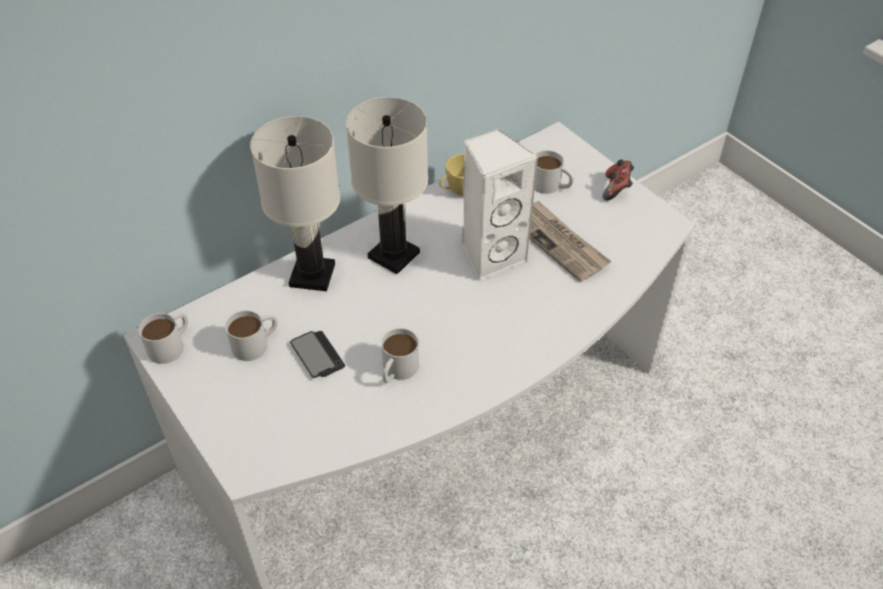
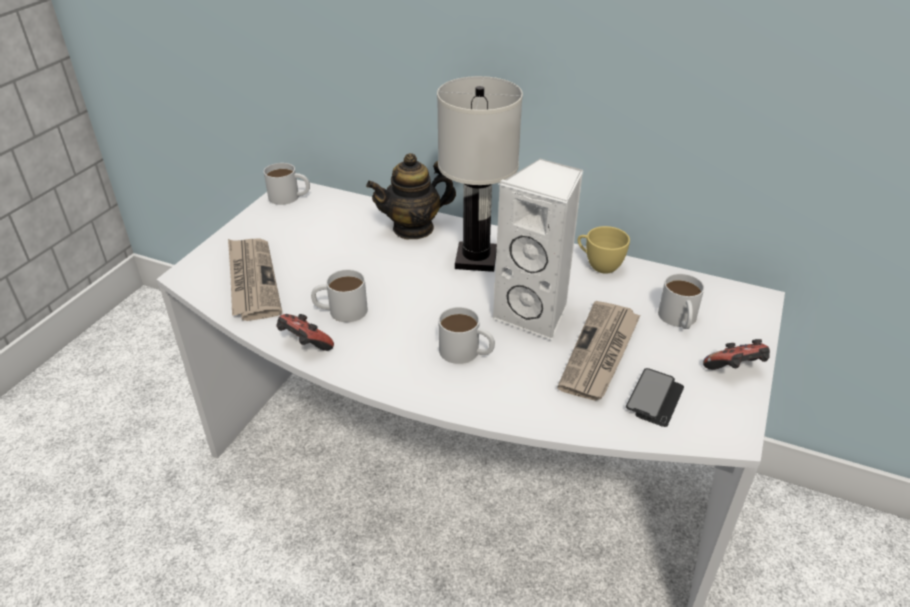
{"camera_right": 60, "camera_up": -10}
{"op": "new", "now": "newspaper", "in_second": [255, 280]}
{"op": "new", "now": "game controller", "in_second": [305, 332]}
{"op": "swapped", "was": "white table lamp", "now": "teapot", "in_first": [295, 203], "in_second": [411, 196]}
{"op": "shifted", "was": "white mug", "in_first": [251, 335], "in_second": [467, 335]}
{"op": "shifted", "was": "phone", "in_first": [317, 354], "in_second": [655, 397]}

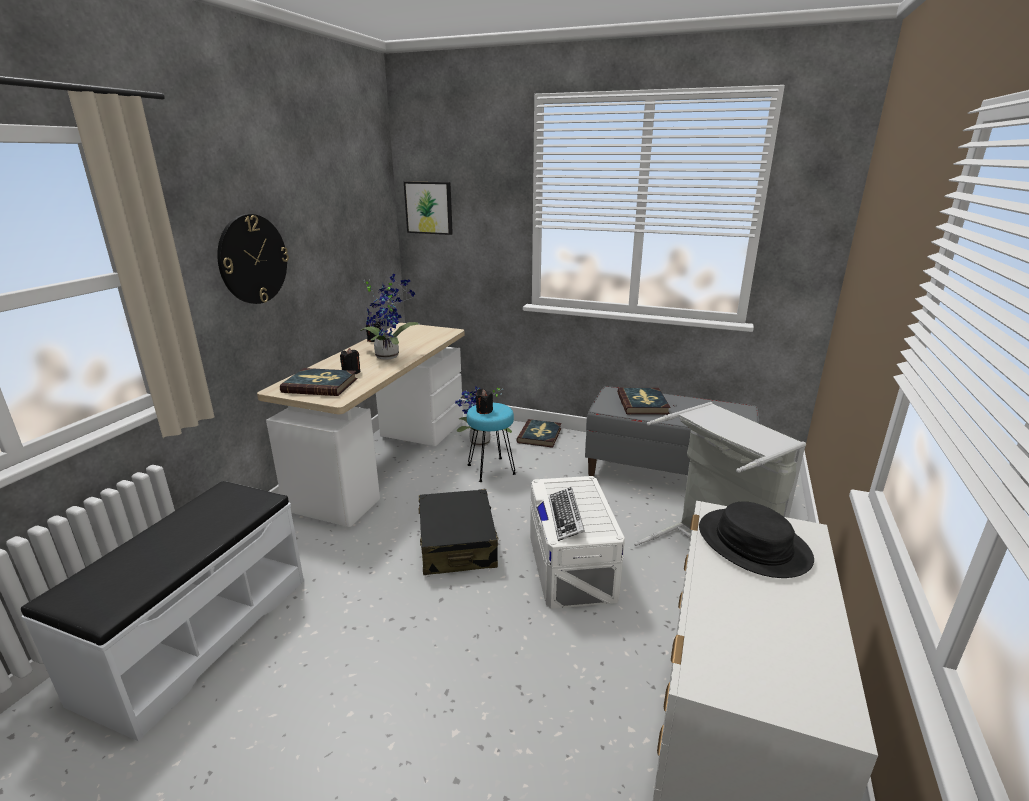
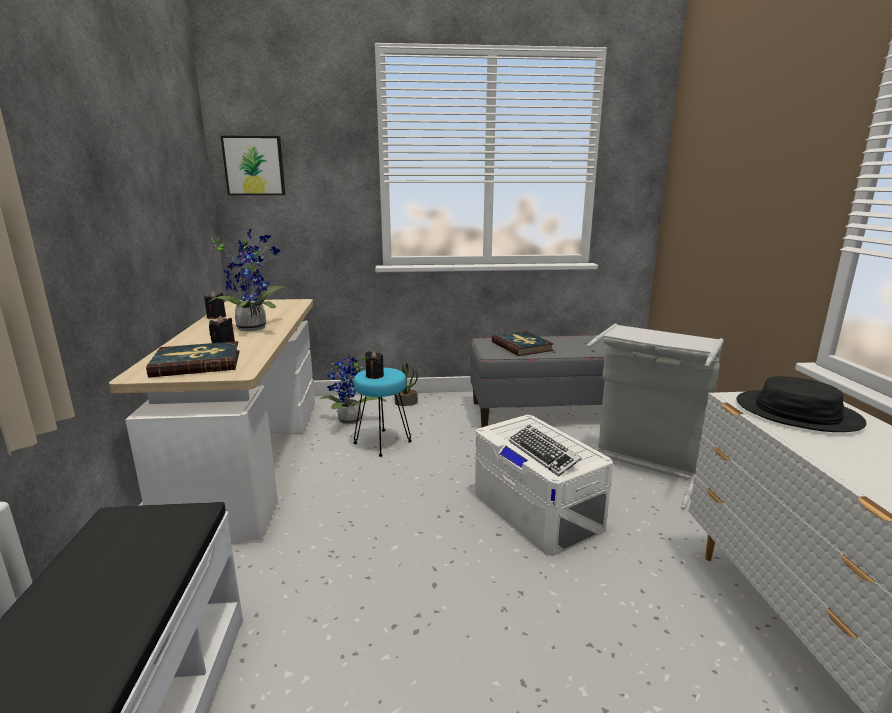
{"camera_right": -25, "camera_up": -5}
{"op": "swapped", "was": "book", "now": "potted plant", "in_first": [539, 433], "in_second": [406, 384]}
{"op": "gone", "was": "wall clock", "in_first": [253, 259]}
{"op": "gone", "was": "black suitcase", "in_first": [459, 532]}

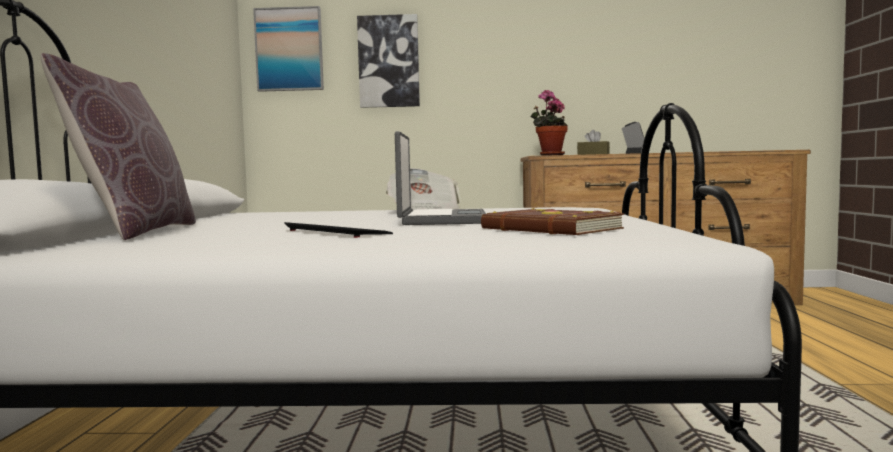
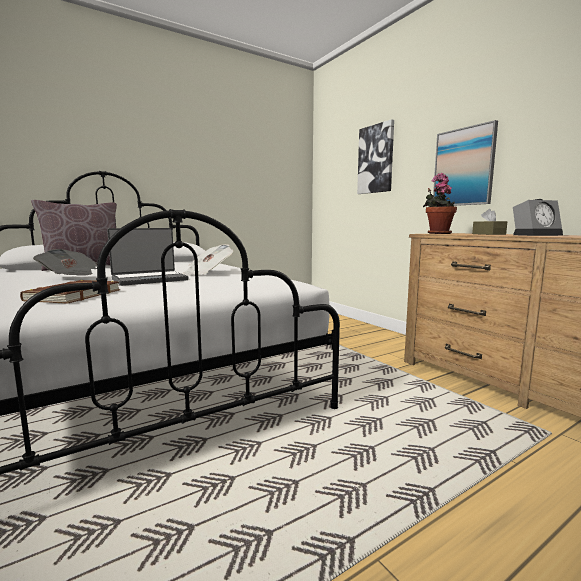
{"camera_right": 55, "camera_up": 5}
{"op": "swapped", "was": "keyboard", "now": "newspaper", "in_first": [338, 230], "in_second": [65, 262]}
{"op": "shifted", "was": "picture", "in_first": [288, 49], "in_second": [465, 163]}

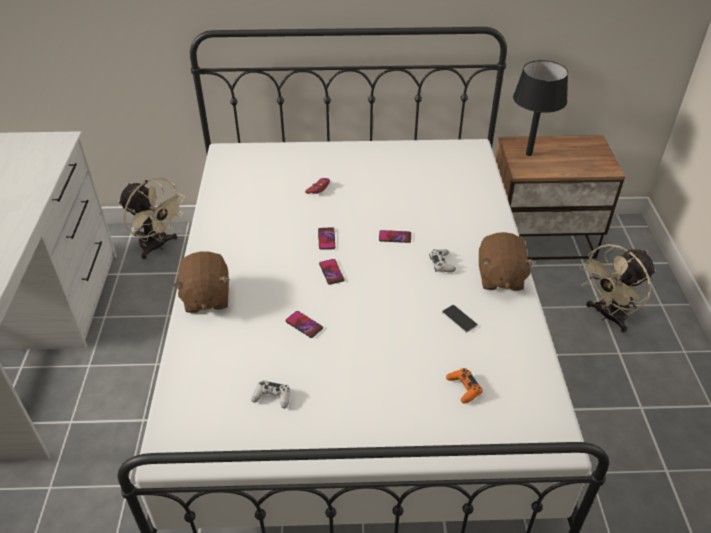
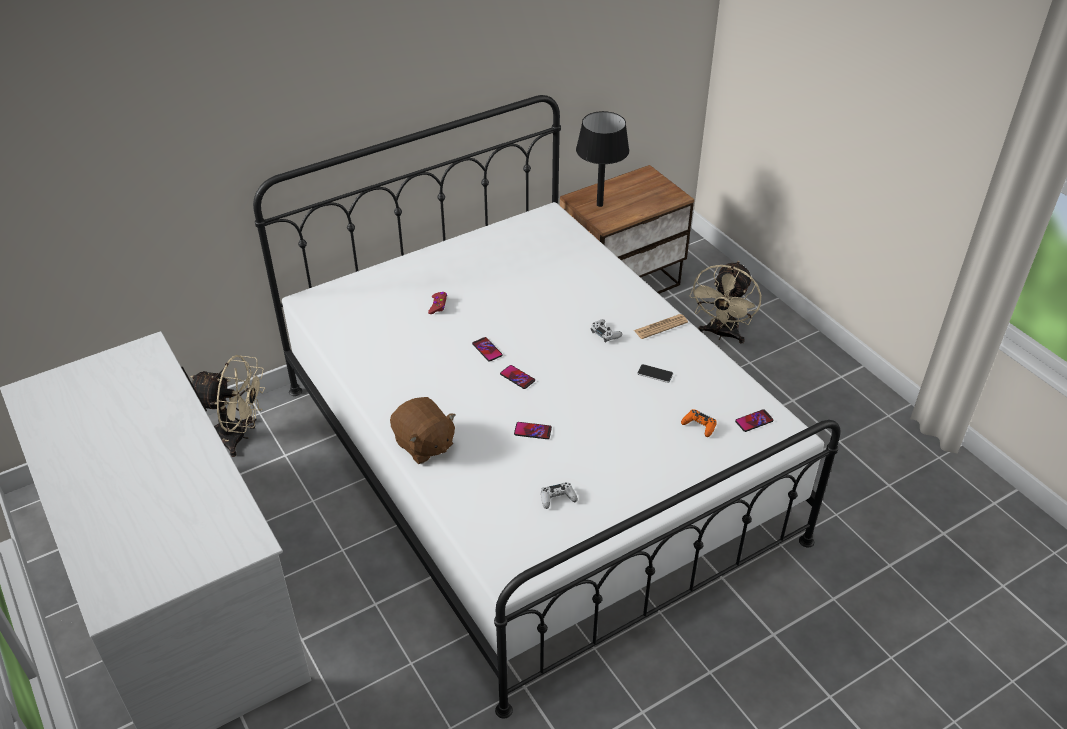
{"camera_right": -30, "camera_up": 0}
{"op": "swapped", "was": "brown plush toy", "now": "newspaper", "in_first": [507, 261], "in_second": [661, 326]}
{"op": "shifted", "was": "phone", "in_first": [395, 236], "in_second": [754, 420]}

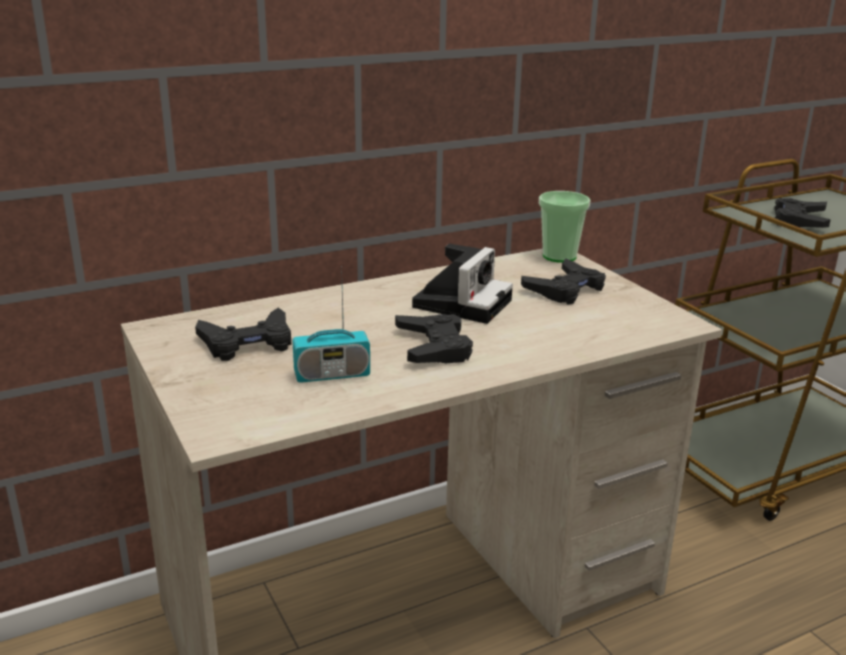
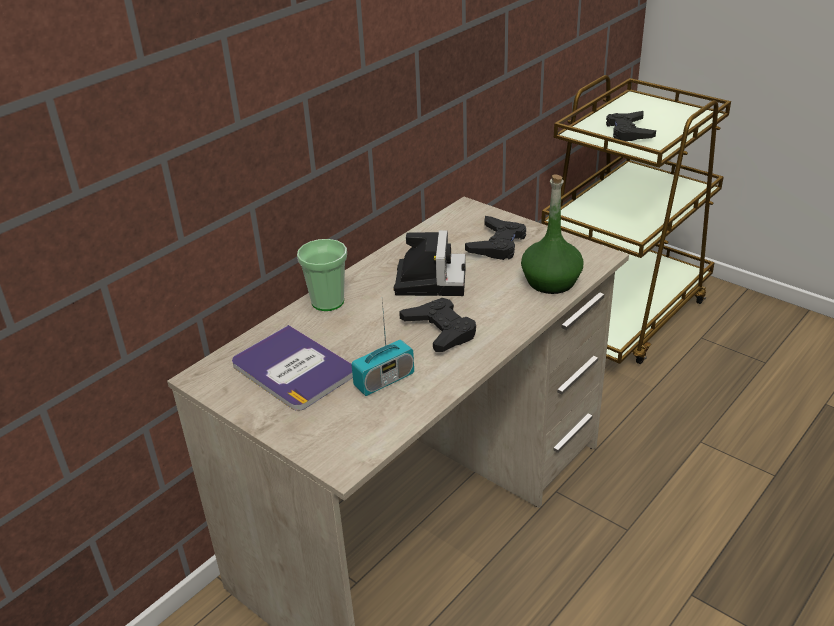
{"camera_right": -20, "camera_up": 10}
{"op": "swapped", "was": "black game controller", "now": "book", "in_first": [243, 334], "in_second": [292, 368]}
{"op": "shifted", "was": "cup", "in_first": [565, 227], "in_second": [322, 275]}
{"op": "new", "now": "green bottle", "in_second": [552, 234]}

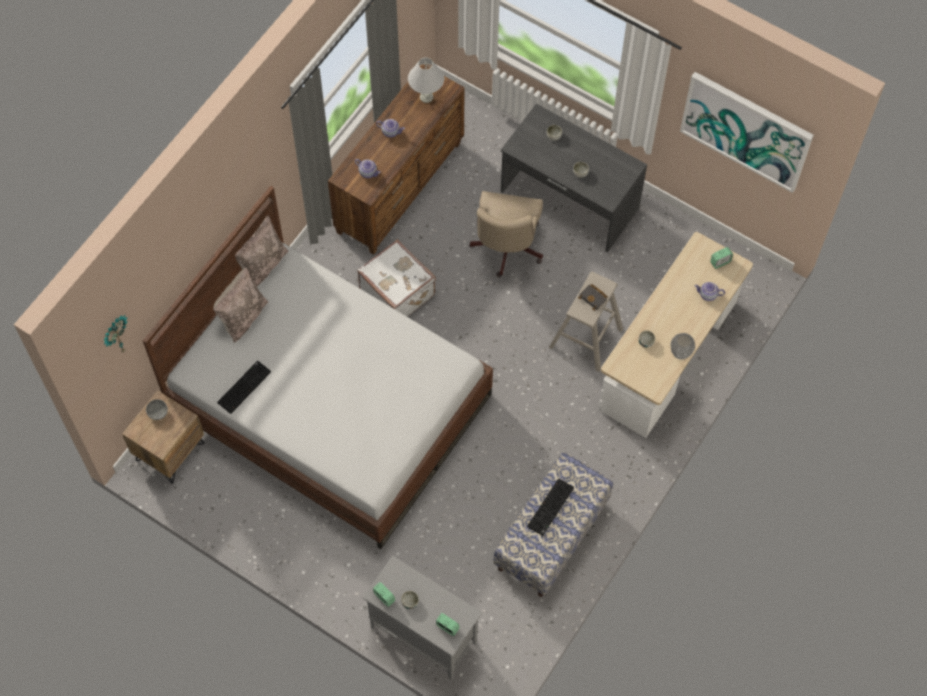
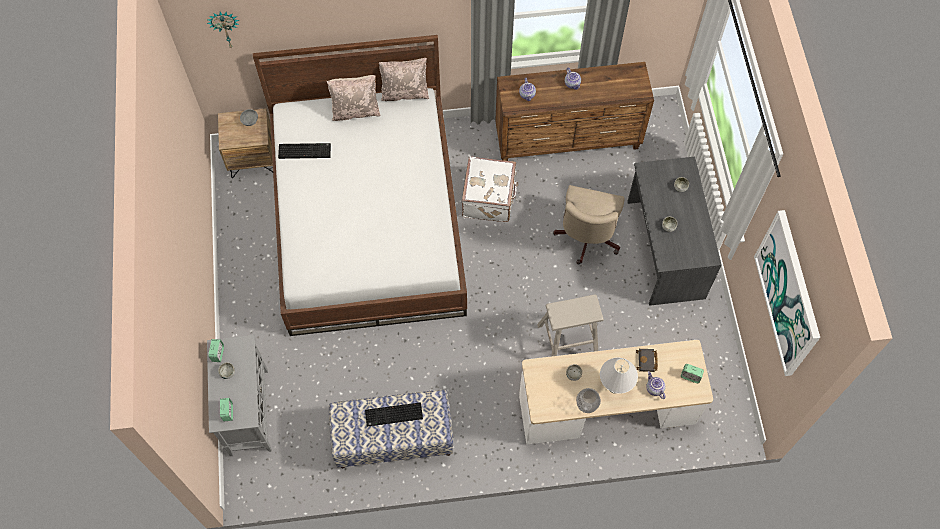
{"camera_right": 50, "camera_up": 0}
{"op": "rotated", "was": "beige office chair", "in_first": [506, 234], "in_second": [588, 224], "clockwise": -45}
{"op": "shifted", "was": "white table lamp", "in_first": [426, 80], "in_second": [619, 376]}
{"op": "shifted", "was": "black book", "in_first": [593, 297], "in_second": [647, 360]}

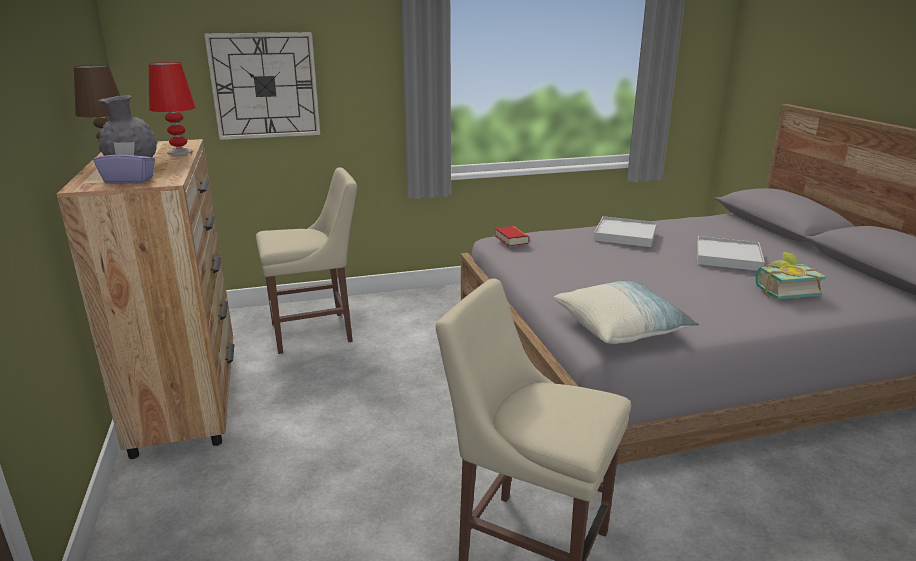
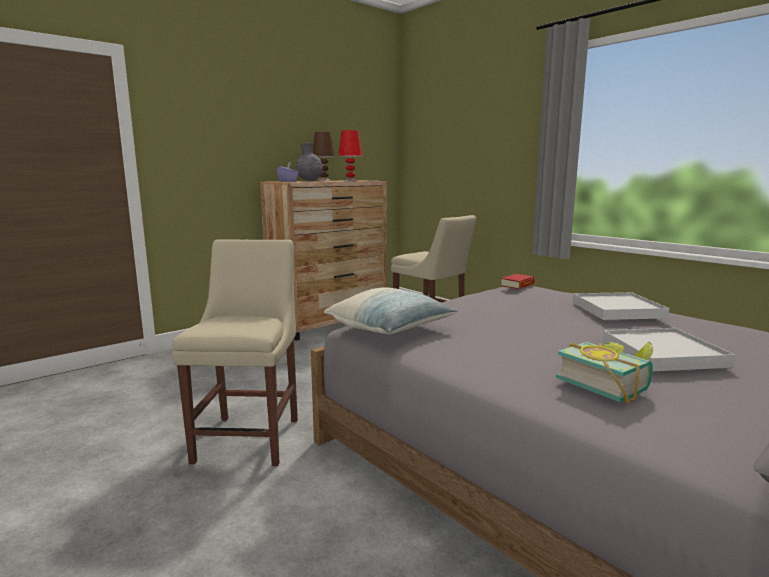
{"camera_right": 65, "camera_up": -10}
{"op": "gone", "was": "wall clock", "in_first": [262, 86]}

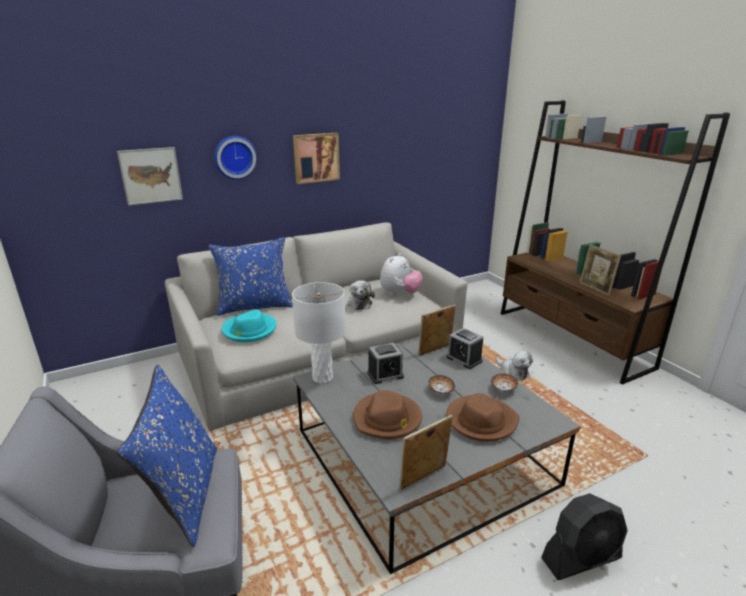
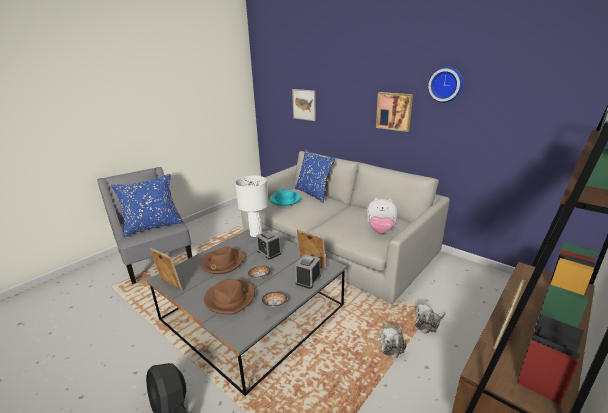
{"camera_right": 70, "camera_up": 0}
{"op": "shifted", "was": "plush toy", "in_first": [361, 295], "in_second": [430, 319]}
{"op": "shifted", "was": "wall clock", "in_first": [235, 158], "in_second": [445, 85]}

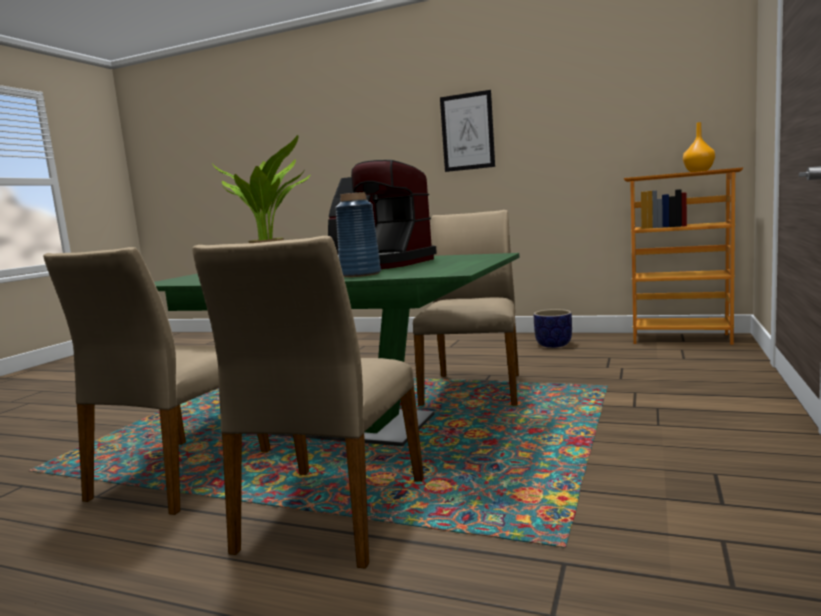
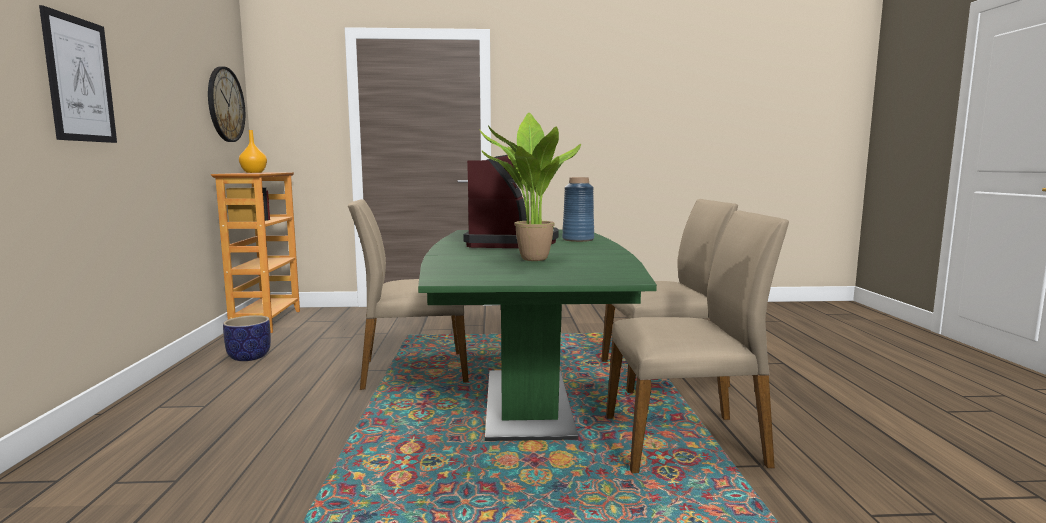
{"camera_right": -115, "camera_up": 0}
{"op": "new", "now": "wall clock", "in_second": [226, 104]}

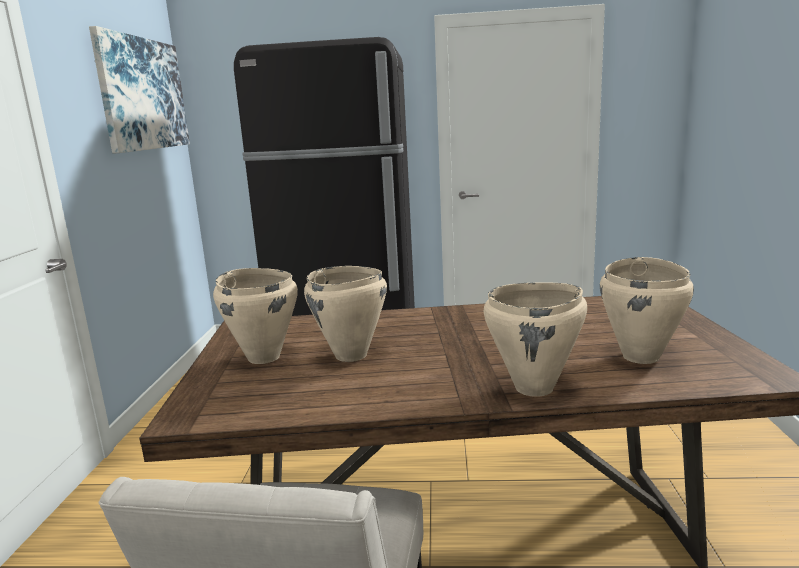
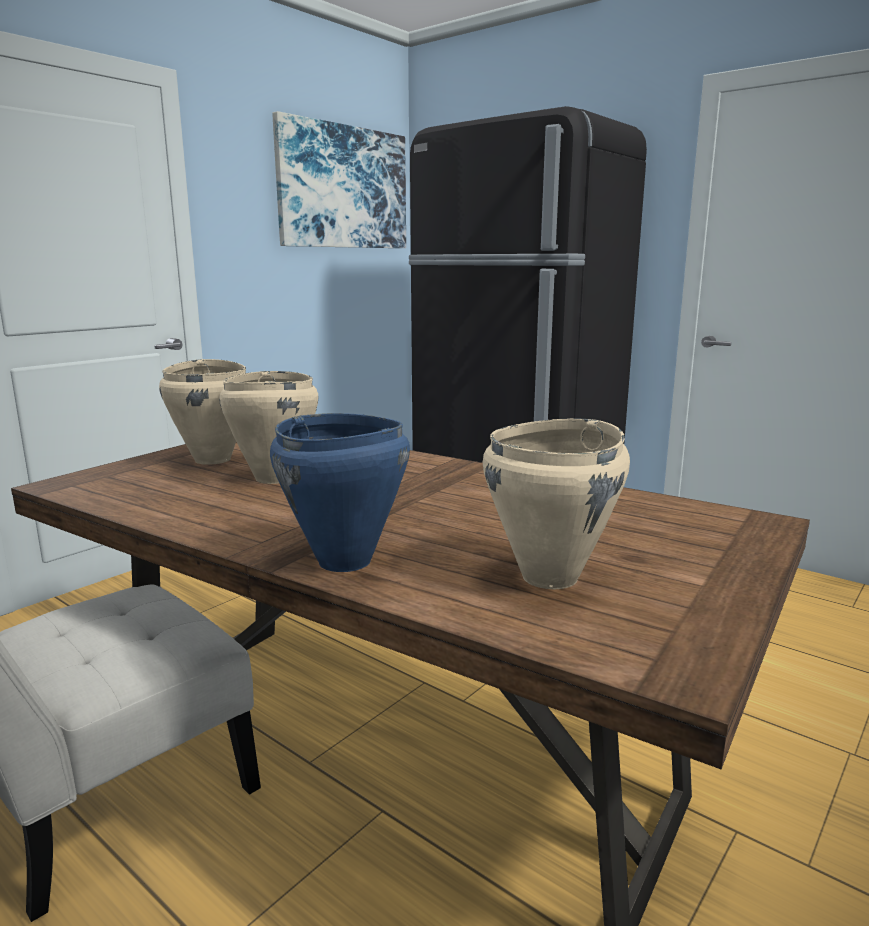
{"camera_right": 35, "camera_up": 0}
{"op": "repainted", "was": "beige cooking pot", "now": "blue cooking pot", "in_first": [535, 339], "in_second": [340, 492]}

